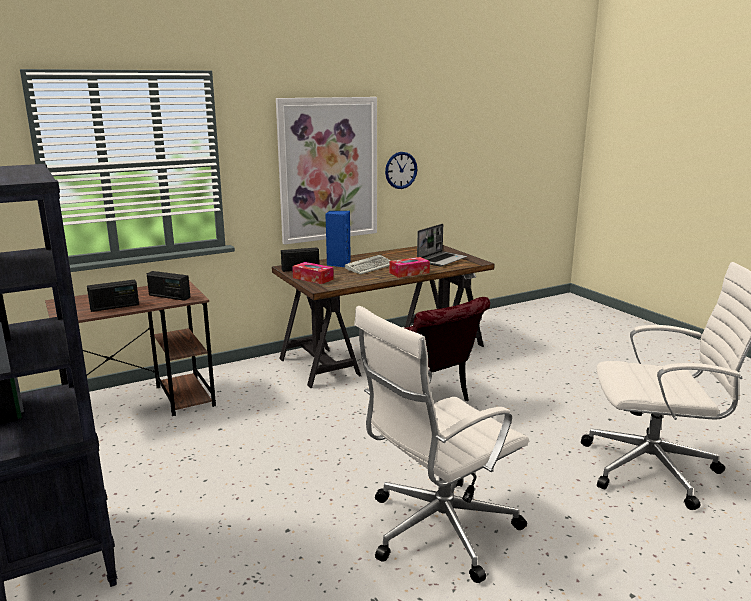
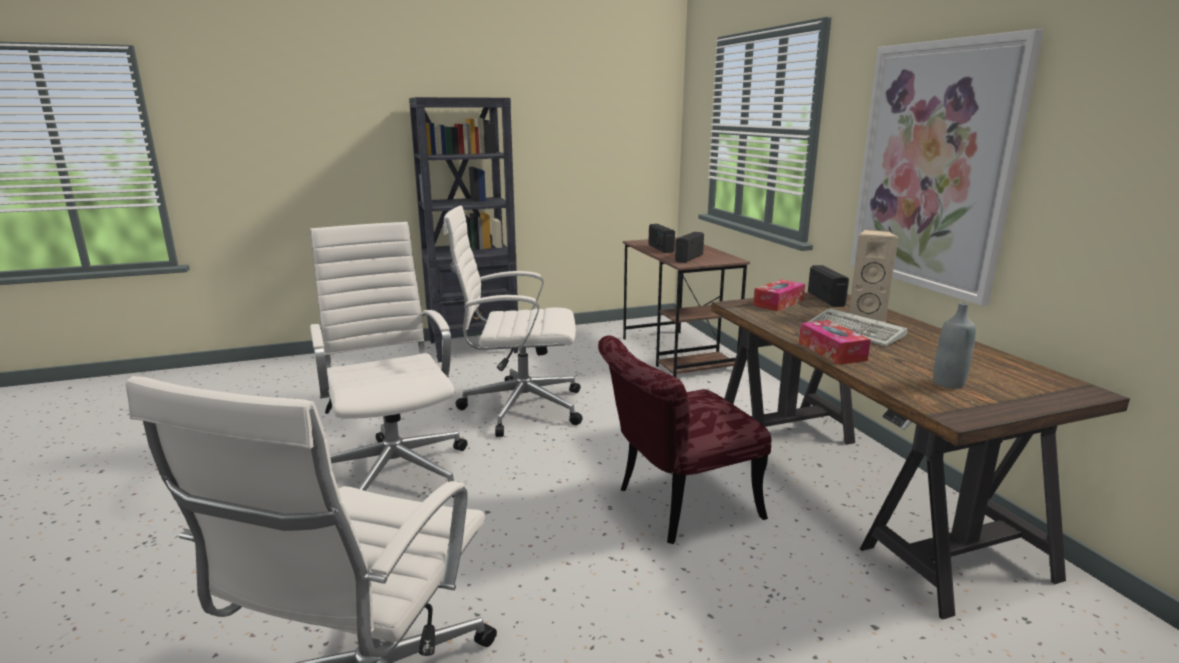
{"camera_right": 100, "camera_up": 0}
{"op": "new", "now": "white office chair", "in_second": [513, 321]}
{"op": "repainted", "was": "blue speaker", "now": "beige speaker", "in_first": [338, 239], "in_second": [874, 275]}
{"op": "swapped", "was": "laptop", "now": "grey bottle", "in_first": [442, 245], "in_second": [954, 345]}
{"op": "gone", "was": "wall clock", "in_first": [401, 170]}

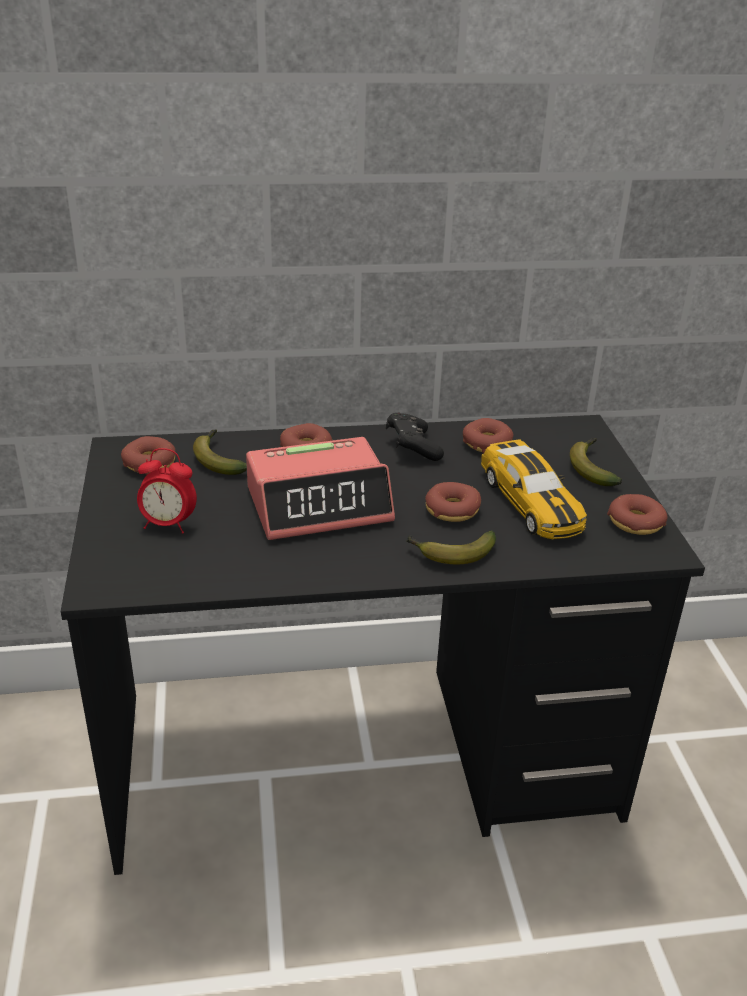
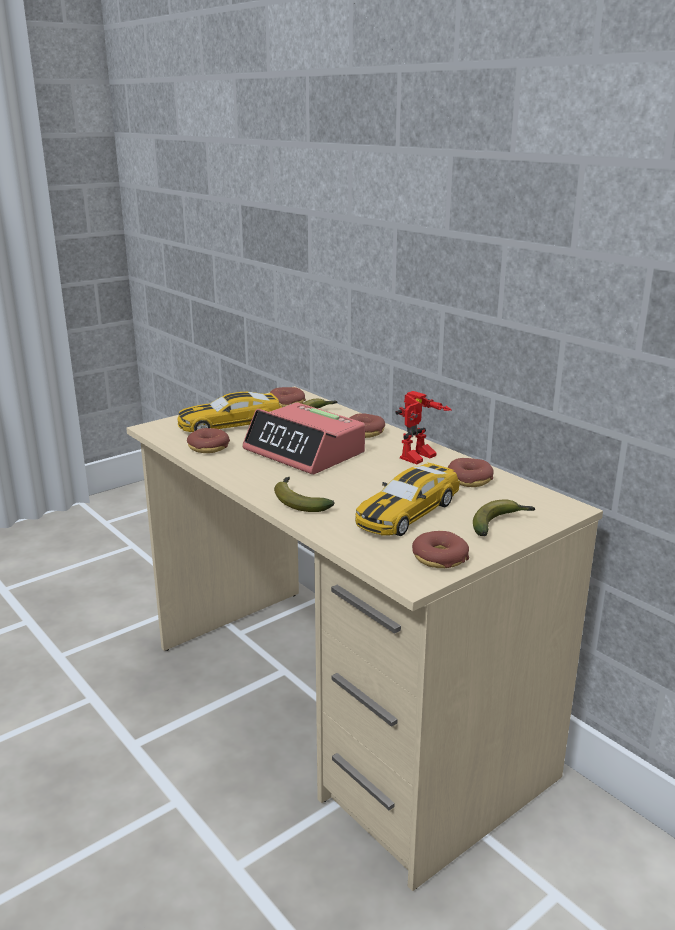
{"camera_right": 60, "camera_up": -10}
{"op": "repainted", "was": "black desk", "now": "beige desk", "in_first": [383, 645], "in_second": [364, 638]}
{"op": "swapped", "was": "alarm clock", "now": "toy car", "in_first": [167, 491], "in_second": [230, 412]}
{"op": "shifted", "was": "donut", "in_first": [453, 502], "in_second": [208, 440]}
{"op": "swapped", "was": "black game controller", "now": "toy robot", "in_first": [415, 437], "in_second": [423, 427]}

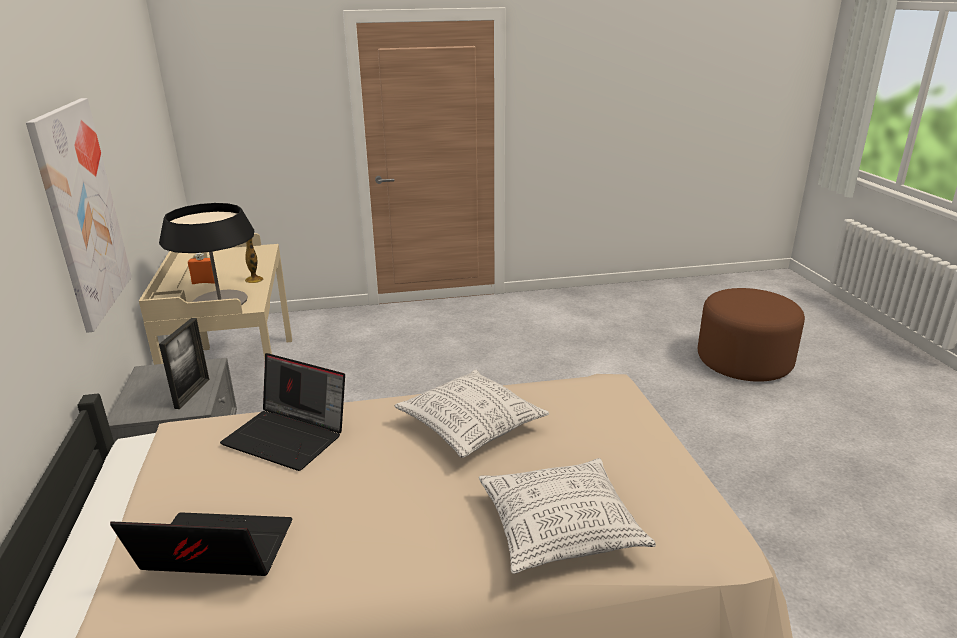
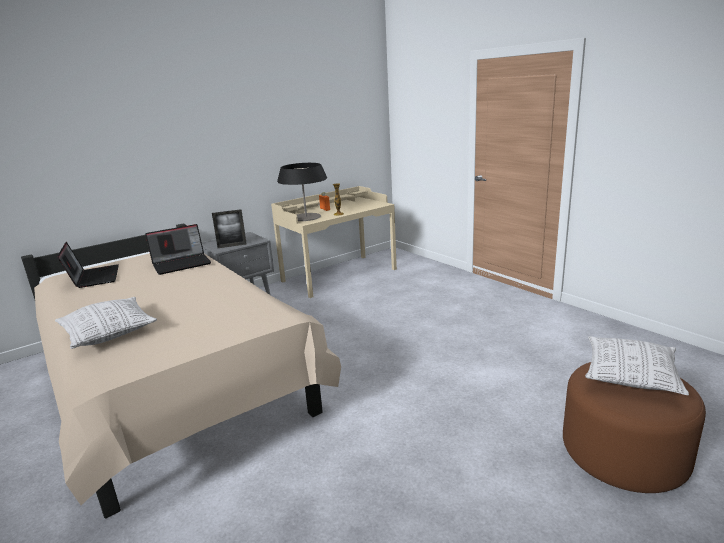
{"camera_right": 65, "camera_up": -5}
{"op": "rotated", "was": "laptop", "in_first": [282, 412], "in_second": [178, 249], "clockwise": -120}
{"op": "shifted", "was": "pillow", "in_first": [471, 414], "in_second": [637, 365]}
{"op": "gone", "was": "picture", "in_first": [79, 215]}

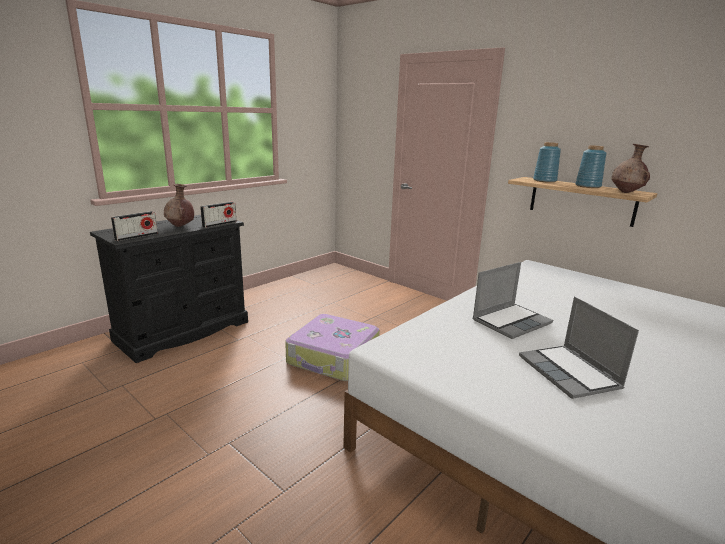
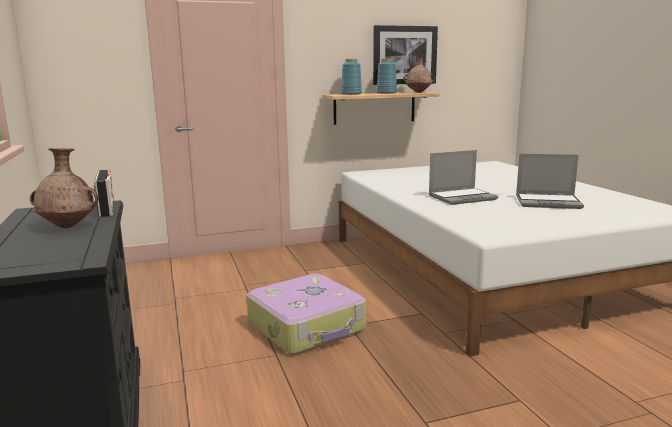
{"camera_right": -60, "camera_up": -5}
{"op": "new", "now": "picture", "in_second": [405, 55]}
{"op": "rotated", "was": "laptop", "in_first": [512, 300], "in_second": [463, 177], "clockwise": 75}
{"op": "gone", "was": "radio", "in_first": [134, 226]}

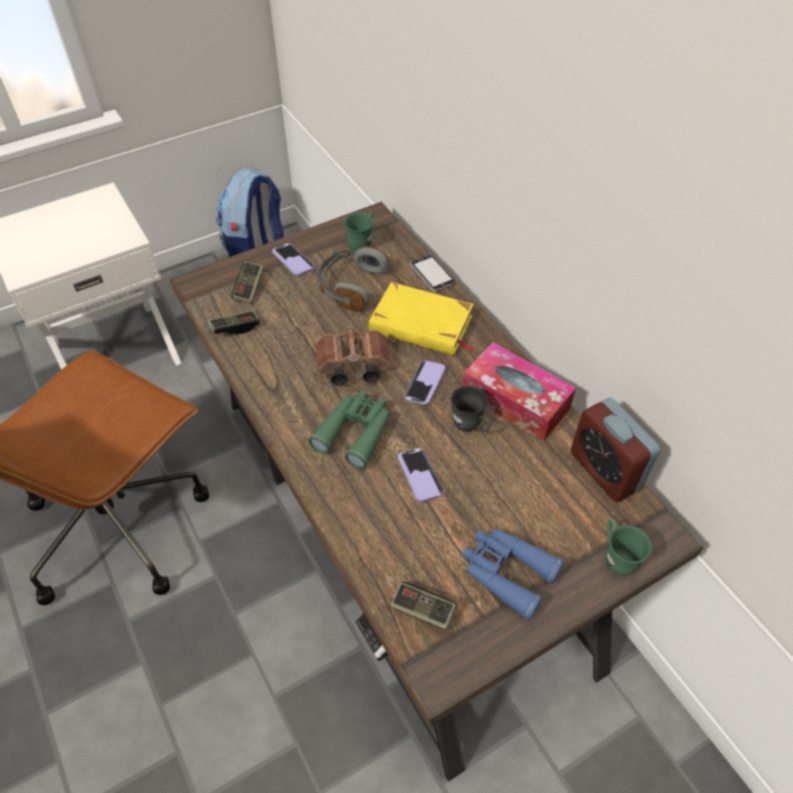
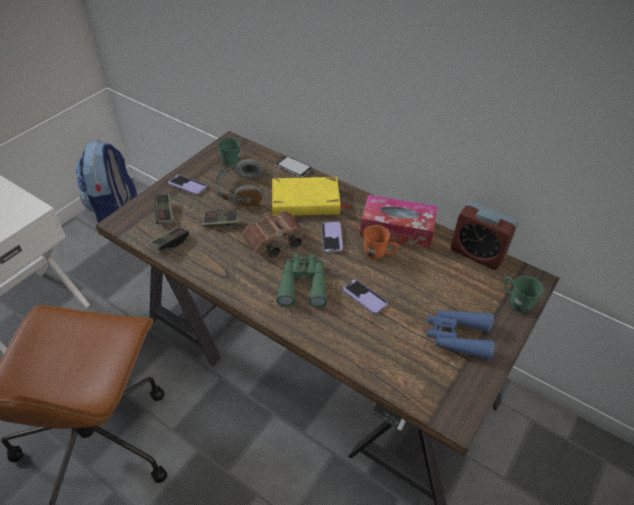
{"camera_right": -25, "camera_up": -5}
{"op": "shifted", "was": "game controller", "in_first": [423, 606], "in_second": [221, 218]}
{"op": "repainted", "was": "grey mug", "now": "orange mug", "in_first": [471, 409], "in_second": [380, 242]}

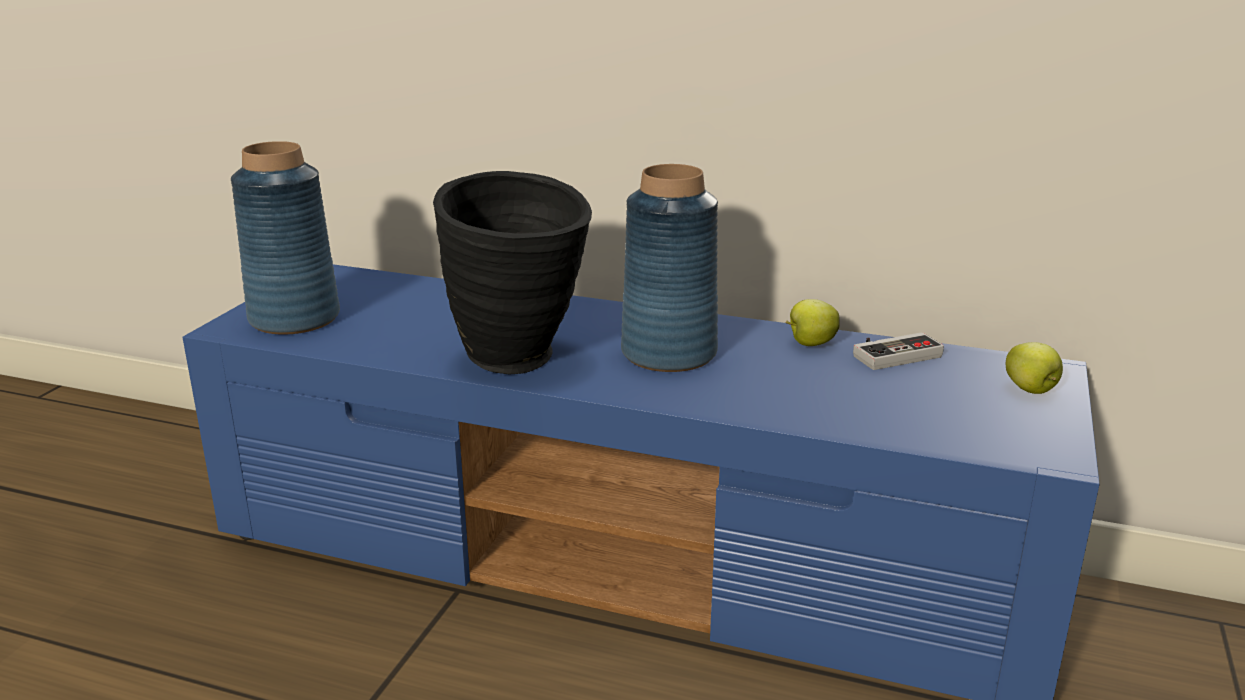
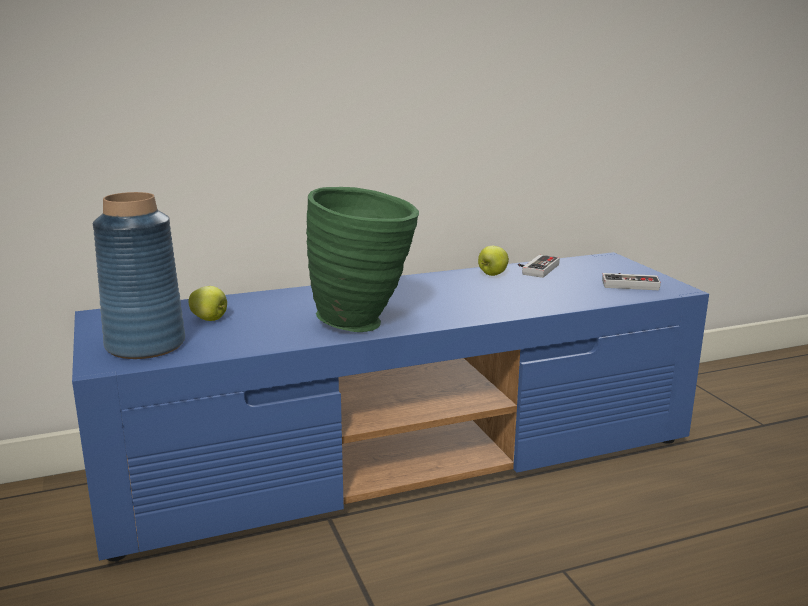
{"camera_right": -40, "camera_up": -5}
{"op": "shifted", "was": "apple", "in_first": [1034, 368], "in_second": [207, 303]}
{"op": "repainted", "was": "black vase", "now": "green vase", "in_first": [512, 272], "in_second": [362, 259]}
{"op": "new", "now": "game controller", "in_second": [631, 281]}
{"op": "gone", "was": "blue vase", "in_first": [669, 268]}

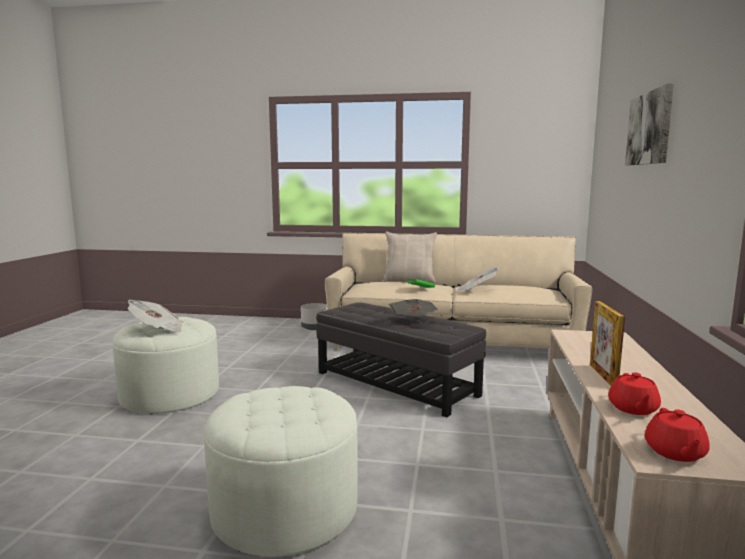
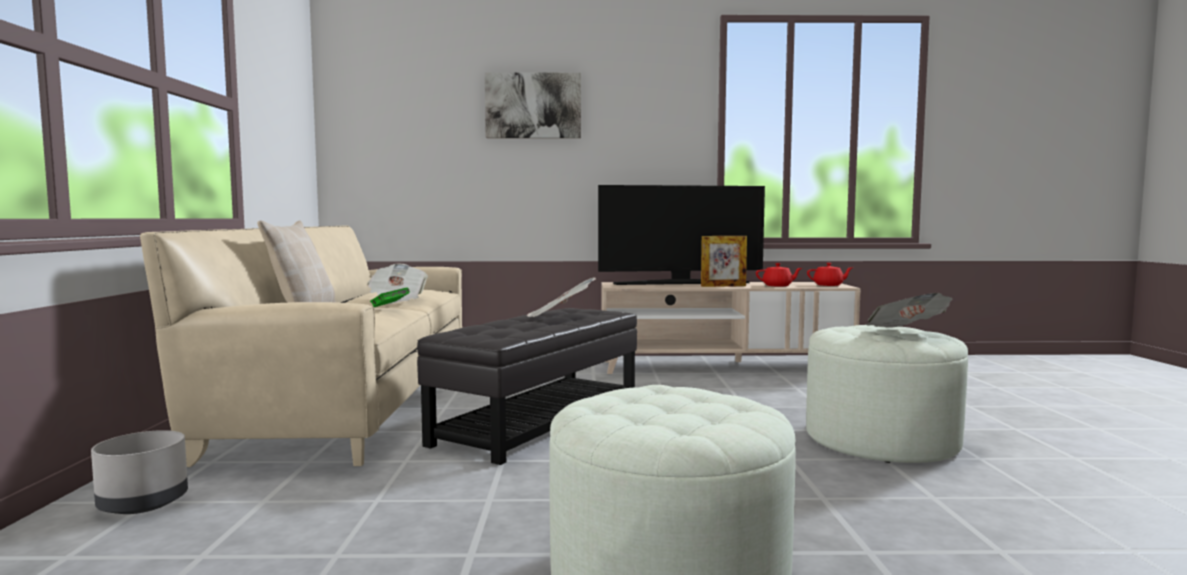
{"camera_right": -100, "camera_up": -5}
{"op": "new", "now": "television", "in_second": [681, 235]}
{"op": "shifted", "was": "newspaper", "in_first": [155, 316], "in_second": [909, 310]}

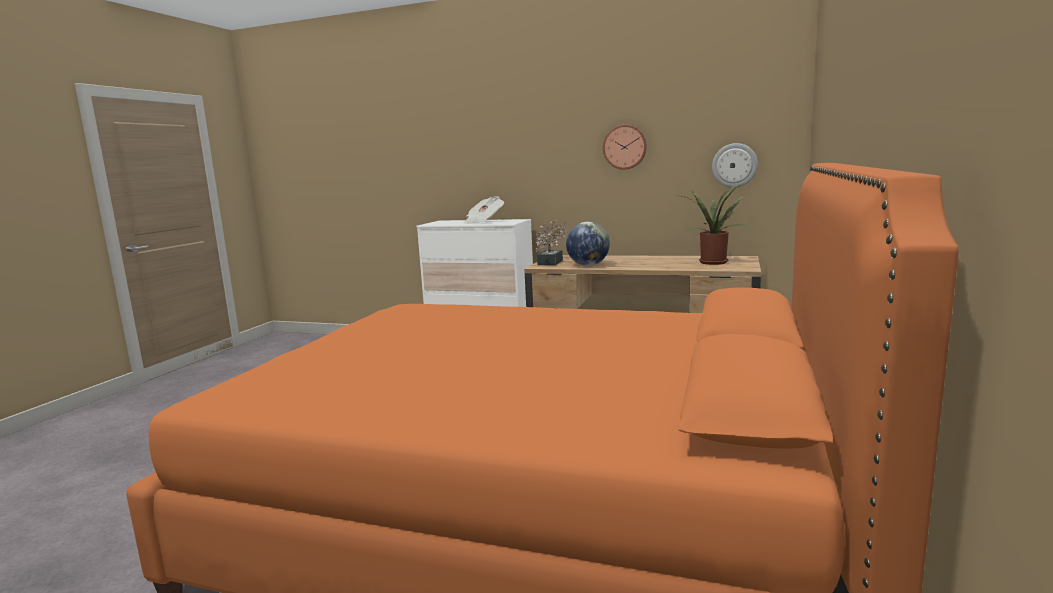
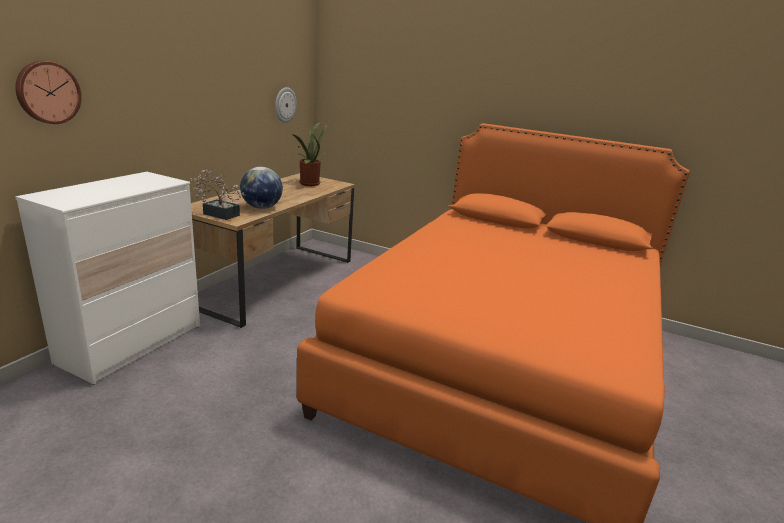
{"camera_right": -85, "camera_up": 10}
{"op": "shifted", "was": "wall clock", "in_first": [625, 147], "in_second": [48, 92]}
{"op": "gone", "was": "newspaper", "in_first": [483, 210]}

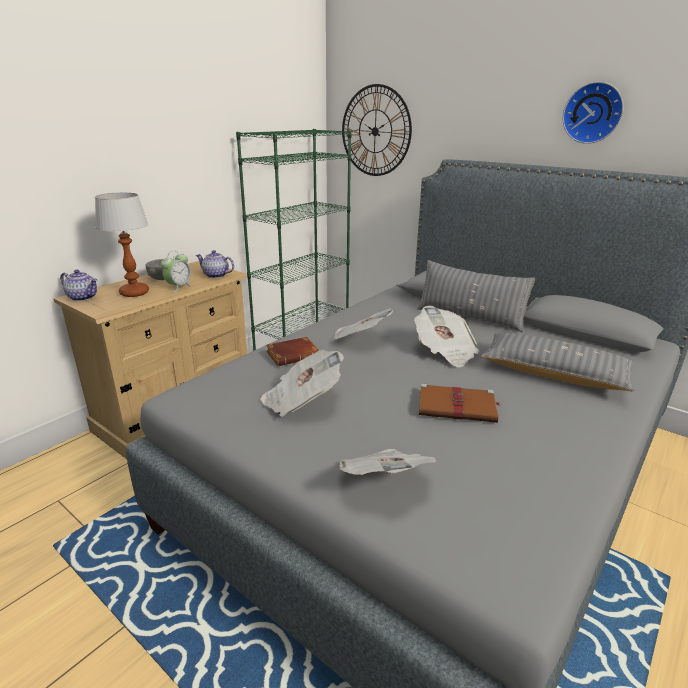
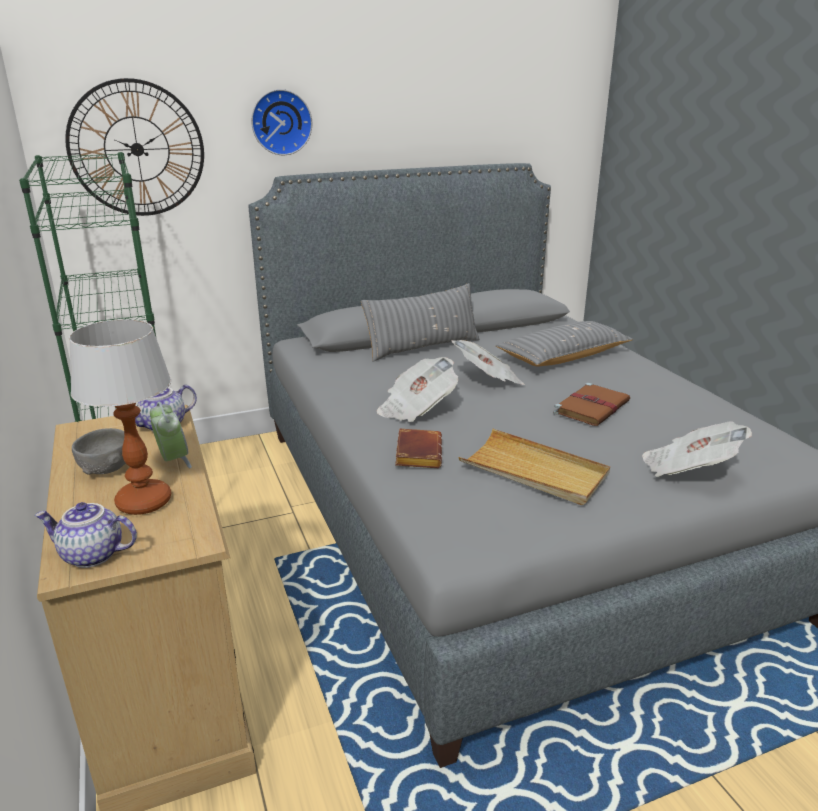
{"camera_right": -60, "camera_up": 0}
{"op": "rotated", "was": "teapot", "in_first": [78, 285], "in_second": [86, 535], "clockwise": -135}
{"op": "shifted", "was": "wall clock", "in_first": [593, 113], "in_second": [281, 122]}
{"op": "swapped", "was": "newspaper", "now": "beige tray", "in_first": [302, 383], "in_second": [534, 467]}

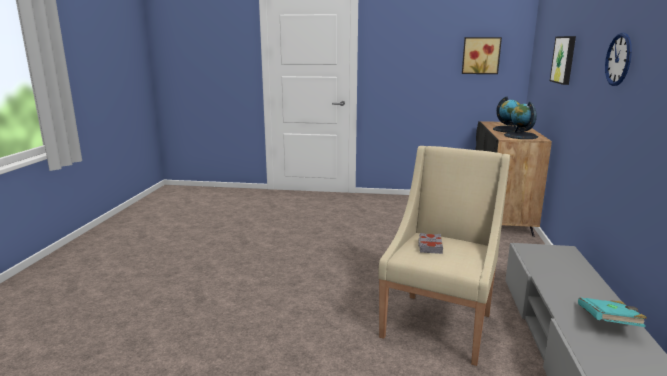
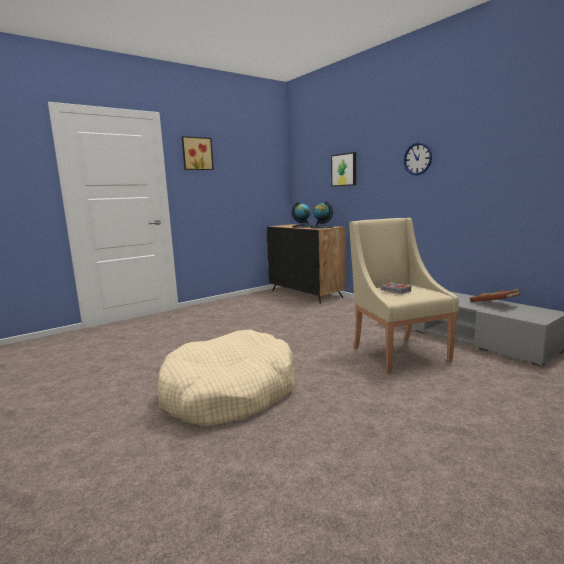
{"camera_right": -45, "camera_up": -5}
{"op": "new", "now": "beige dog bed", "in_second": [226, 378]}
{"op": "shifted", "was": "picture", "in_first": [482, 55], "in_second": [198, 153]}
{"op": "repainted", "was": "turquoise book", "now": "brown book", "in_first": [612, 312], "in_second": [495, 295]}

